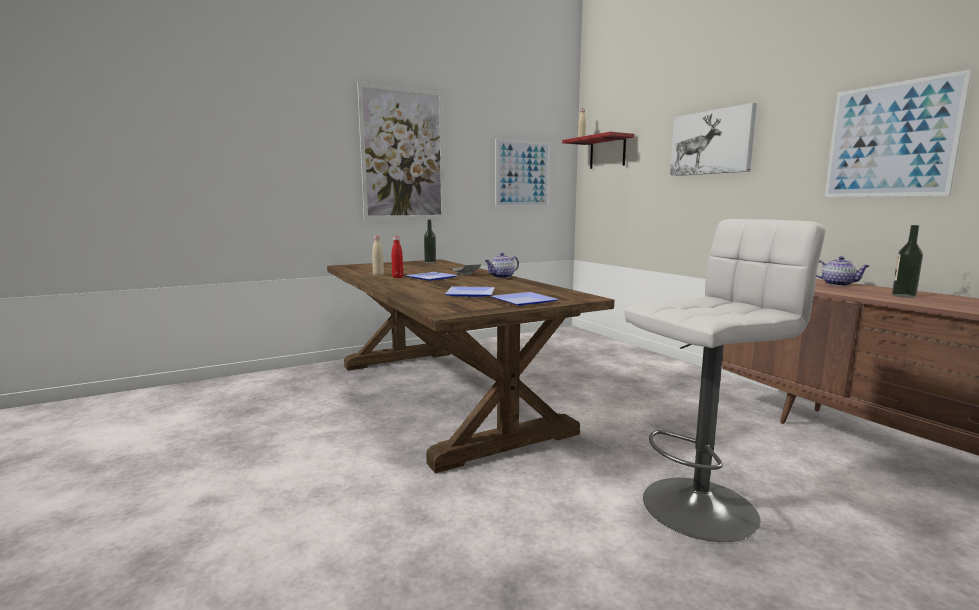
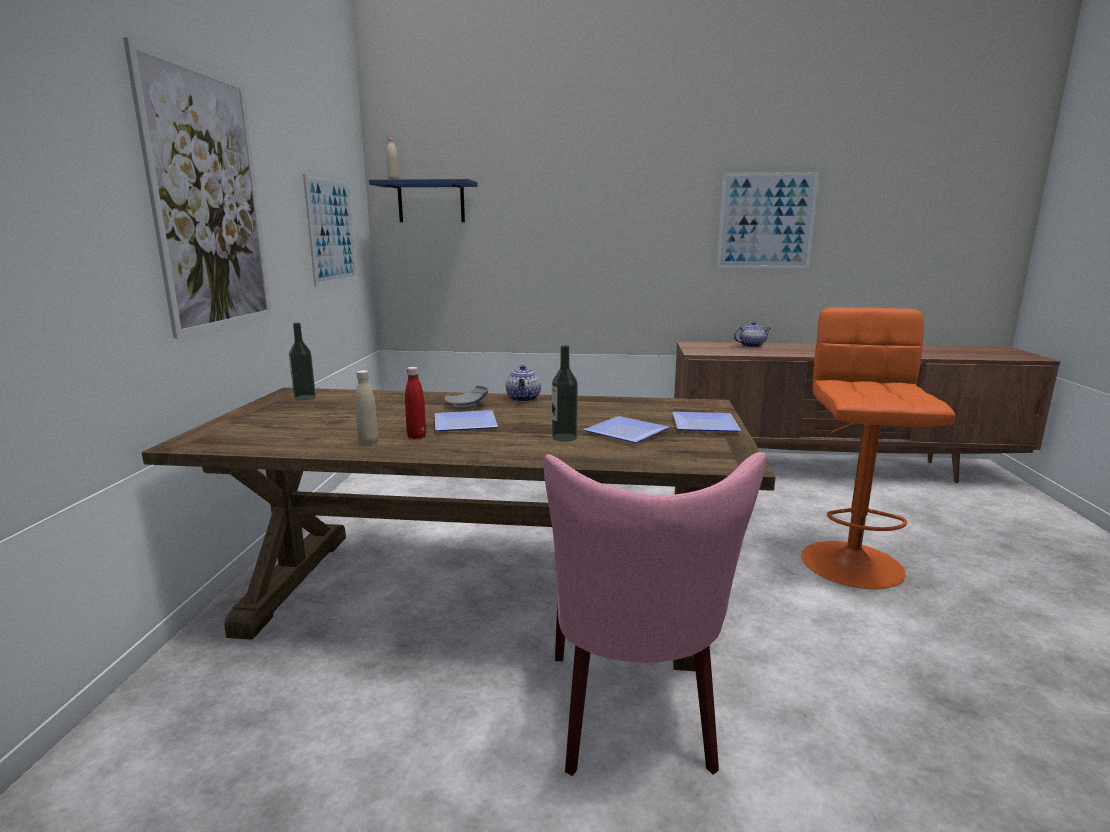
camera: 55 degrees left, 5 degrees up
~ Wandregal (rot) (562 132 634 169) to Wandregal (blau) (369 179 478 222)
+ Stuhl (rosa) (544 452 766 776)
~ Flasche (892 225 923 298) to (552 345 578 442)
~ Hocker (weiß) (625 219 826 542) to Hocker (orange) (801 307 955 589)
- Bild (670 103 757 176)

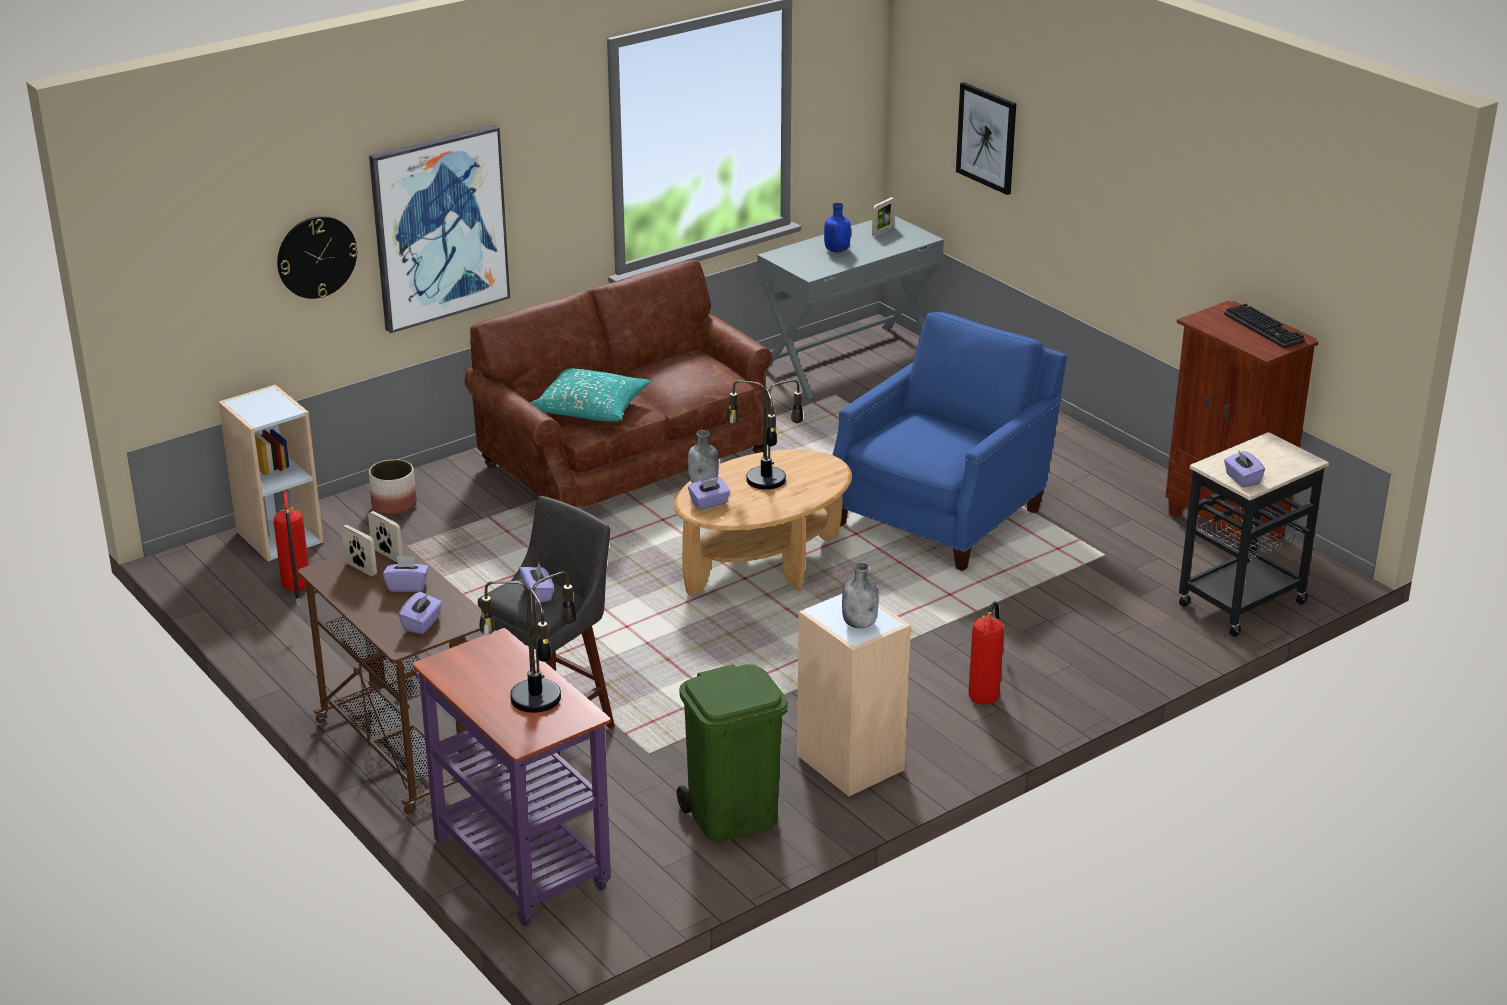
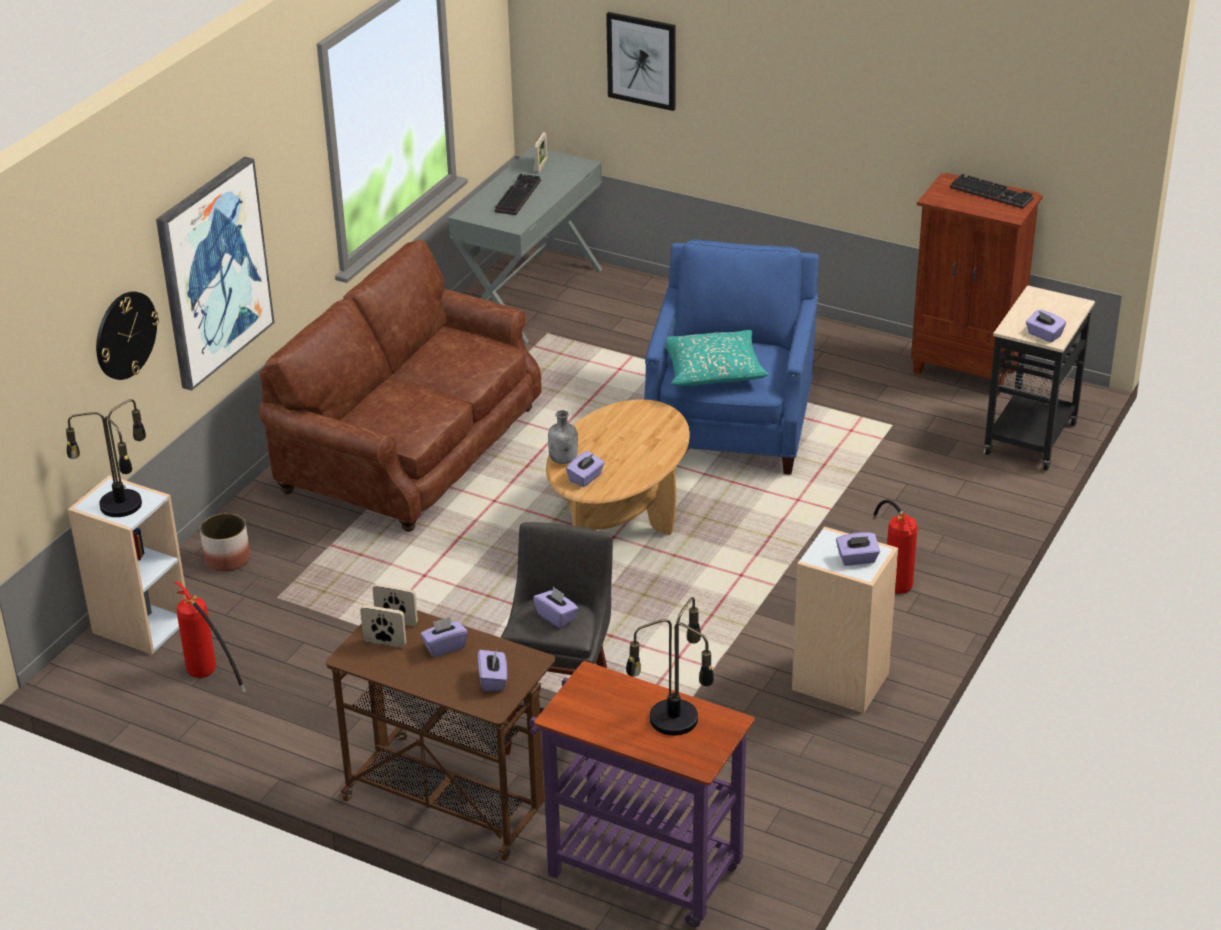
camera: 25 degrees left, 5 degrees up
~ Tischlampe (727 380 803 490) to (66 399 146 517)
~ Flasche (blau) (824 203 851 253) to Tastatur (495 174 541 215)
~ Kissen (türkis) (530 368 651 422) to (666 330 769 386)
~ Flasche (grau) (842 563 879 628) to Taschentuchbox (lila) (836 532 880 566)
- Mülleimer (grün) (677 664 787 842)

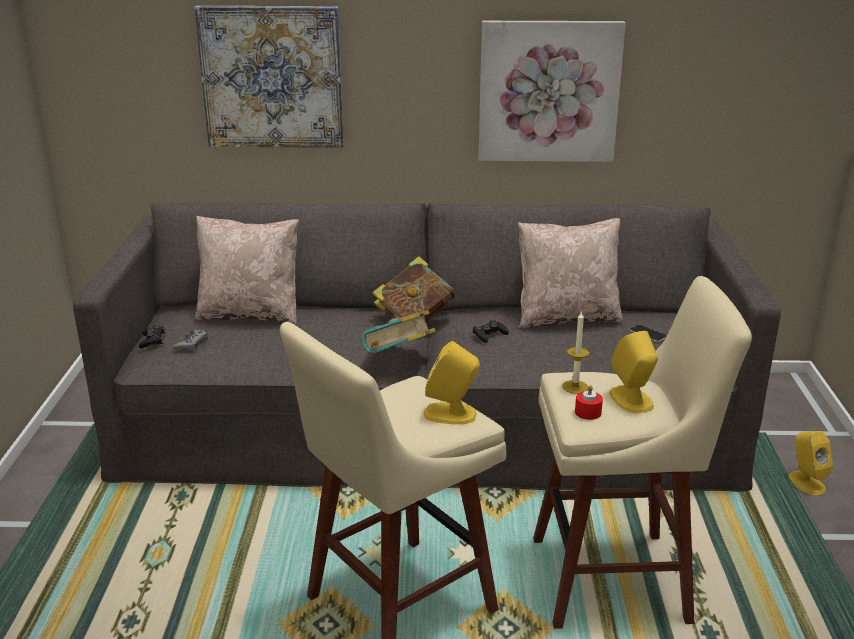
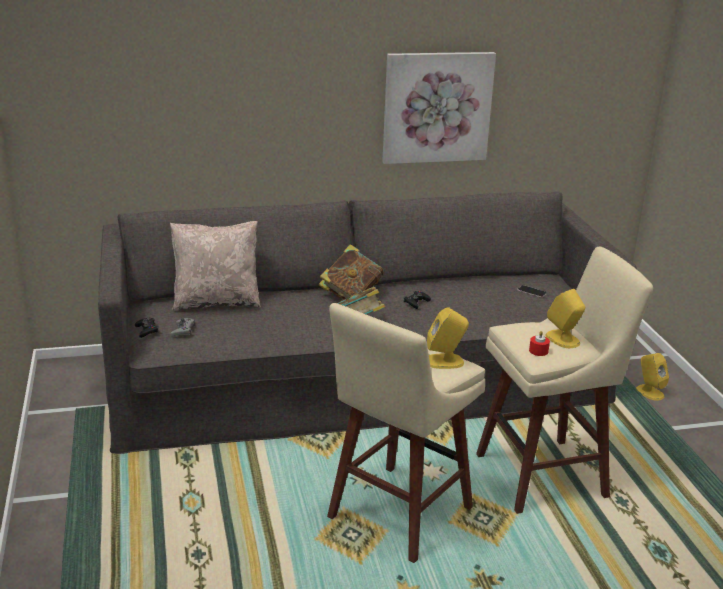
camera: 15 degrees left, 0 degrees up
- Bild (194 6 344 148)
- Kissen (beige) (518 218 623 328)
- Kerze (562 311 589 394)

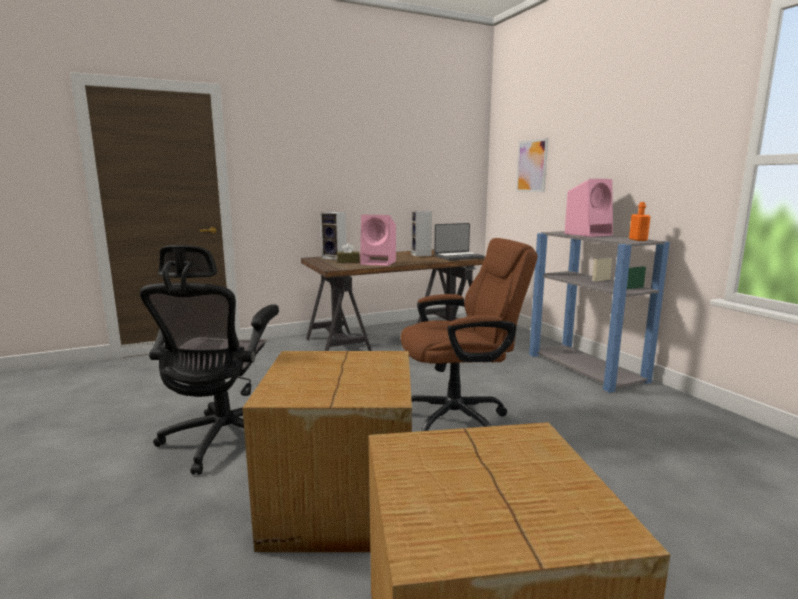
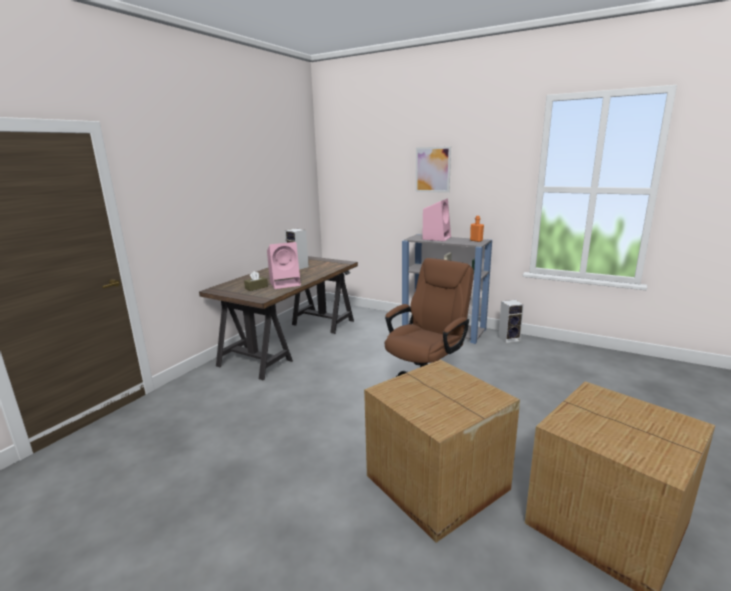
camera: 35 degrees left, 5 degrees up
~ Bild (516 138 548 192) to (415 146 451 193)
~ Lautsprecher (320 212 346 260) to (498 300 524 343)
- Bürostuhl (139 245 279 474)
- Laptop (434 223 484 261)

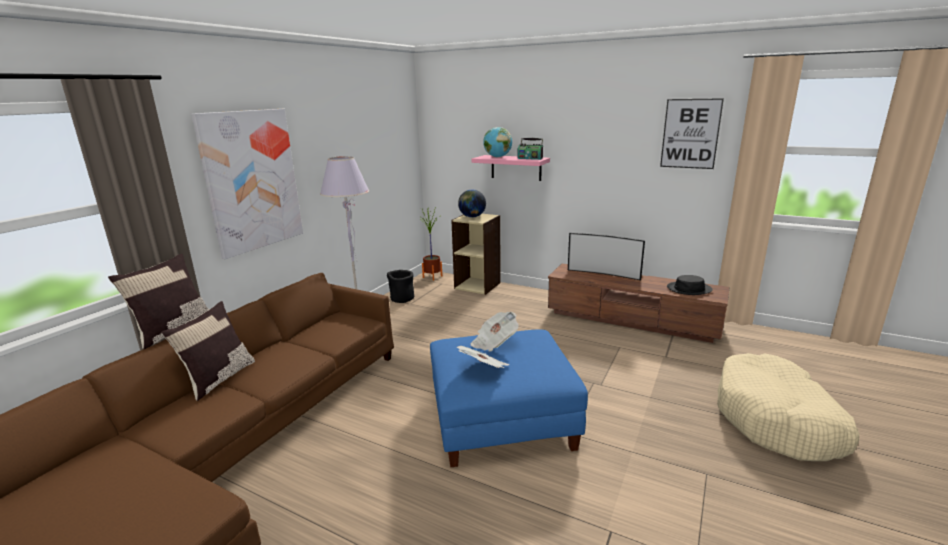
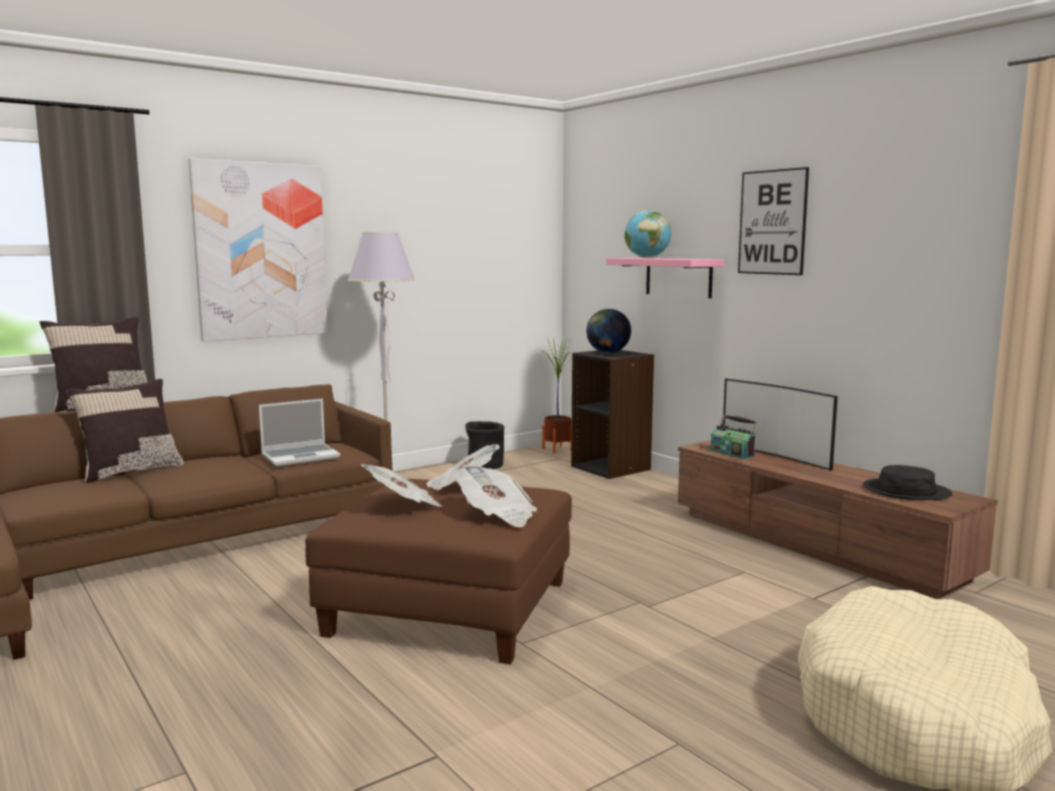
camera: 25 degrees right, 10 degrees down
+ Laptop (259 399 340 466)
~ Polsterhocker (blau) (430 329 588 467) to Polsterhocker (braun) (305 479 572 664)
+ Zeitung (457 465 537 527)
~ Bücherregal (beige) (451 214 501 295) to Bücherregal (schwarz) (571 350 654 479)
~ Radio (517 138 543 160) to (711 415 757 459)
~ Bild (660 98 724 169) to (738 167 809 275)

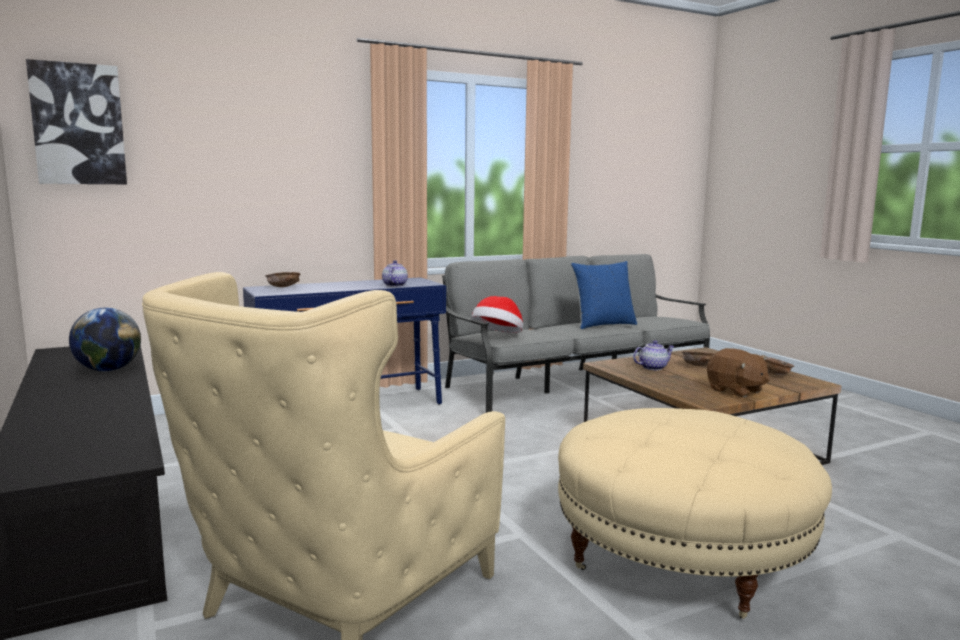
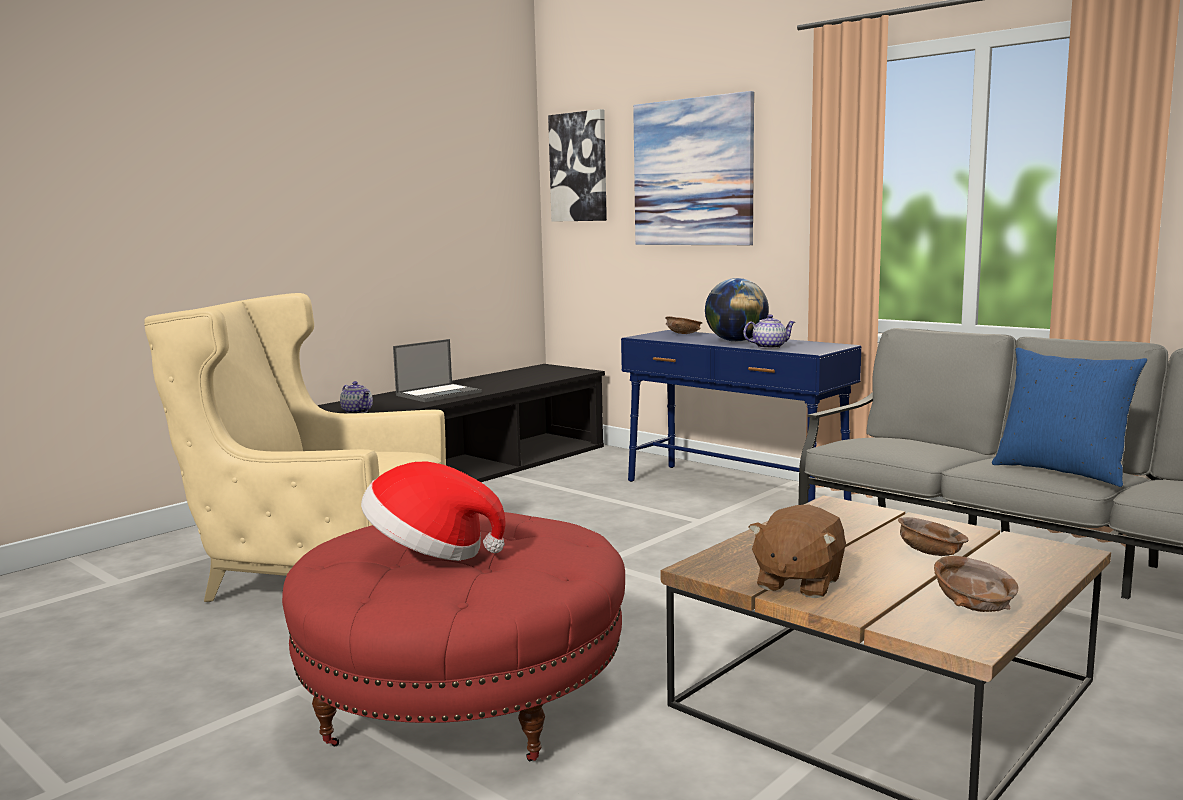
camera: 70 degrees right, 0 degrees up
~ Polsterhocker (beige) (558 408 832 619) to Polsterhocker (rot) (282 512 625 762)
~ Teekanne (633 340 675 370) to (340 381 373 413)
~ Hut (471 296 523 333) to (361 461 506 561)
+ Laptop (393 339 482 402)
+ Bild (633 91 754 245)
~ Globus (69 308 141 371) to (705 278 769 342)

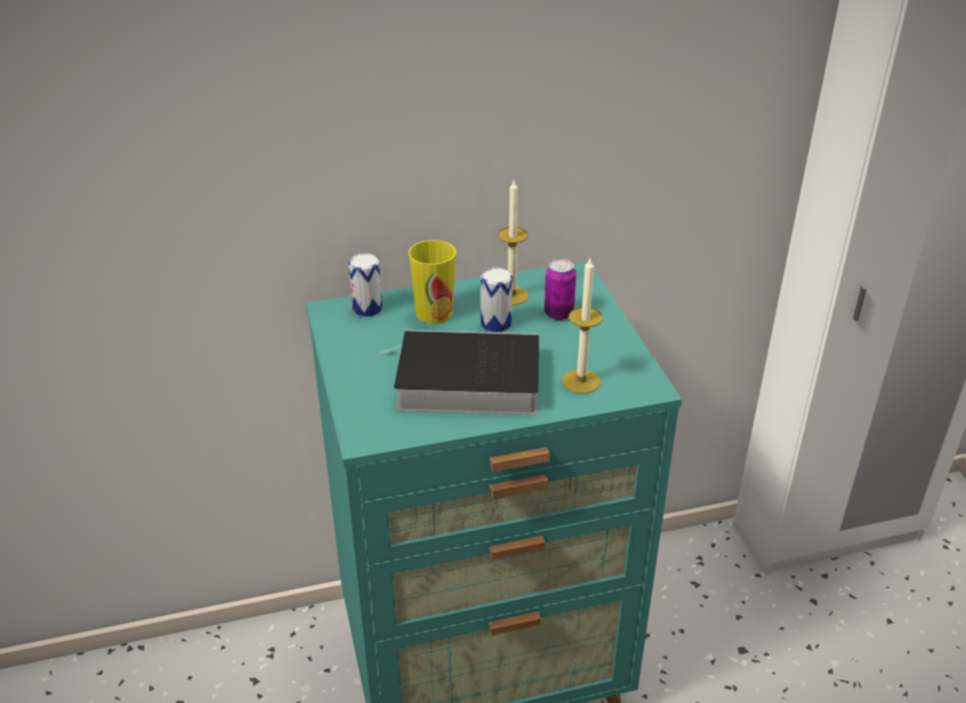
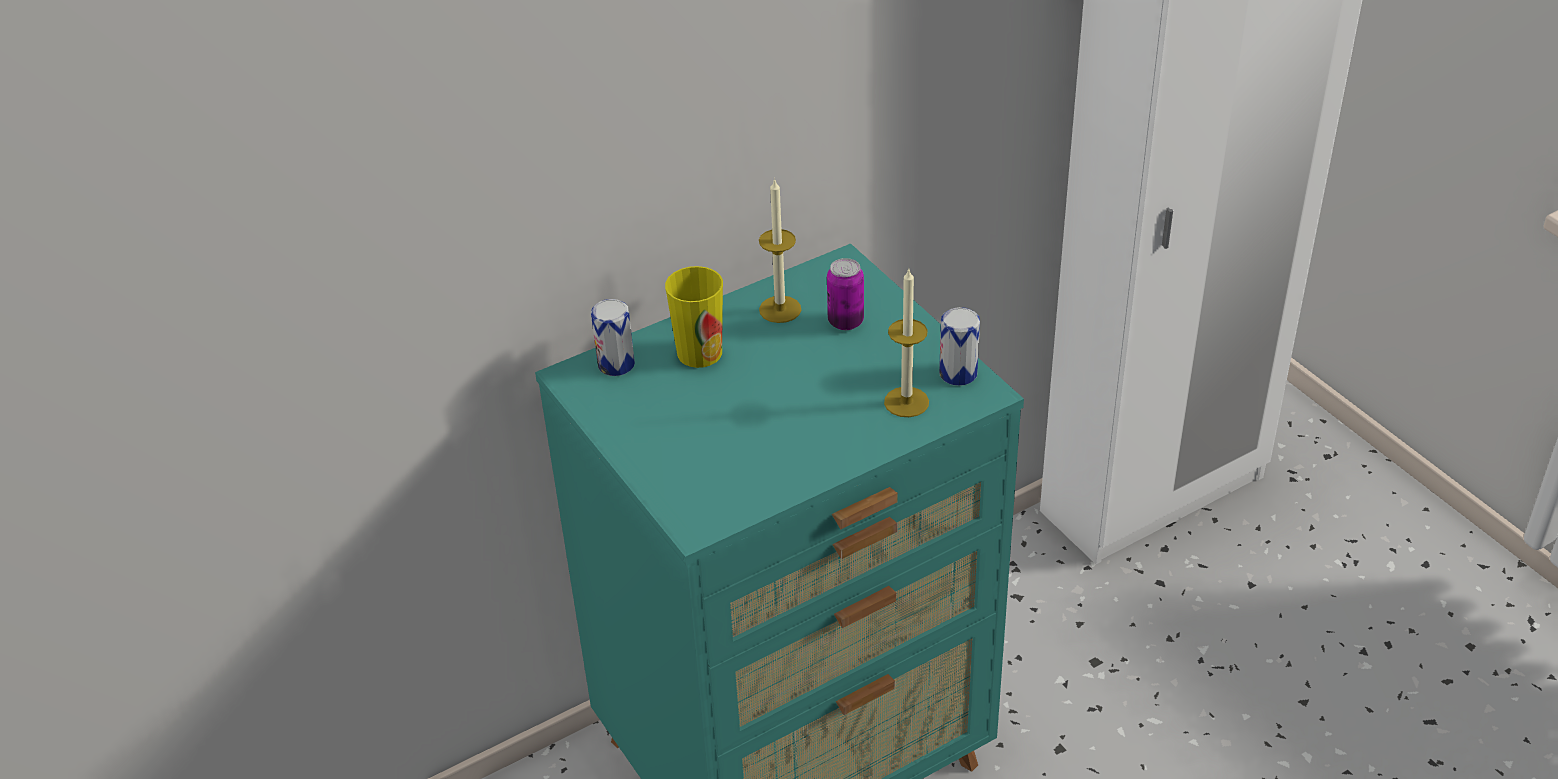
camera: 15 degrees left, 5 degrees up
~ Dose (481 267 513 332) to (939 307 980 386)
- Buch (379 330 539 415)

